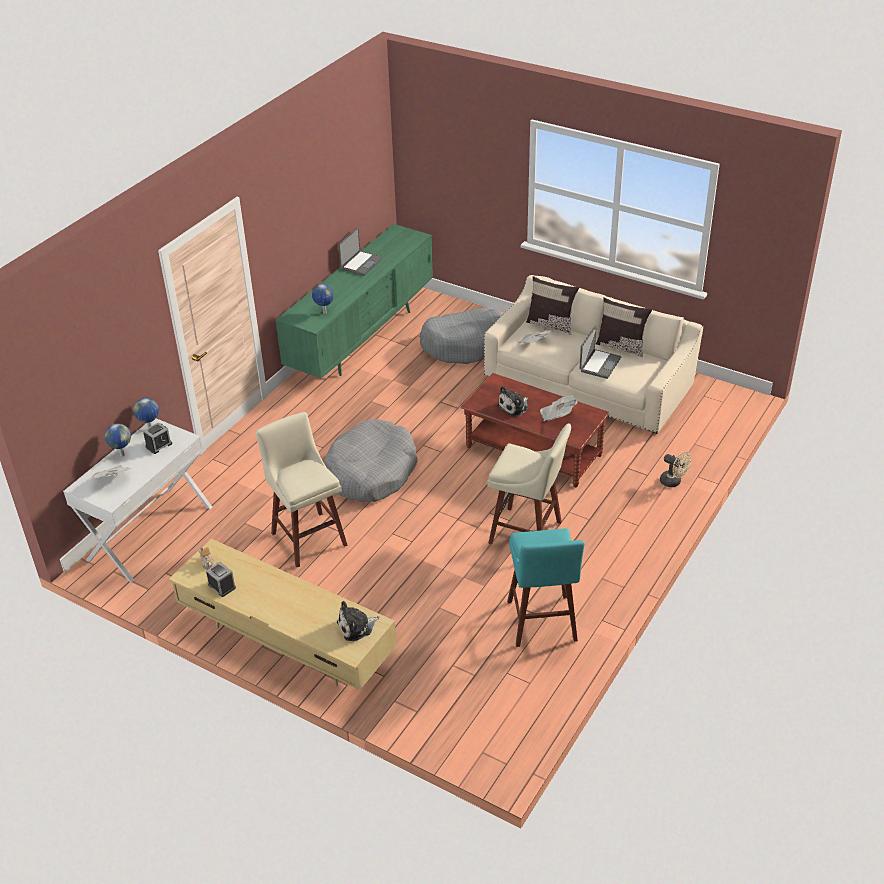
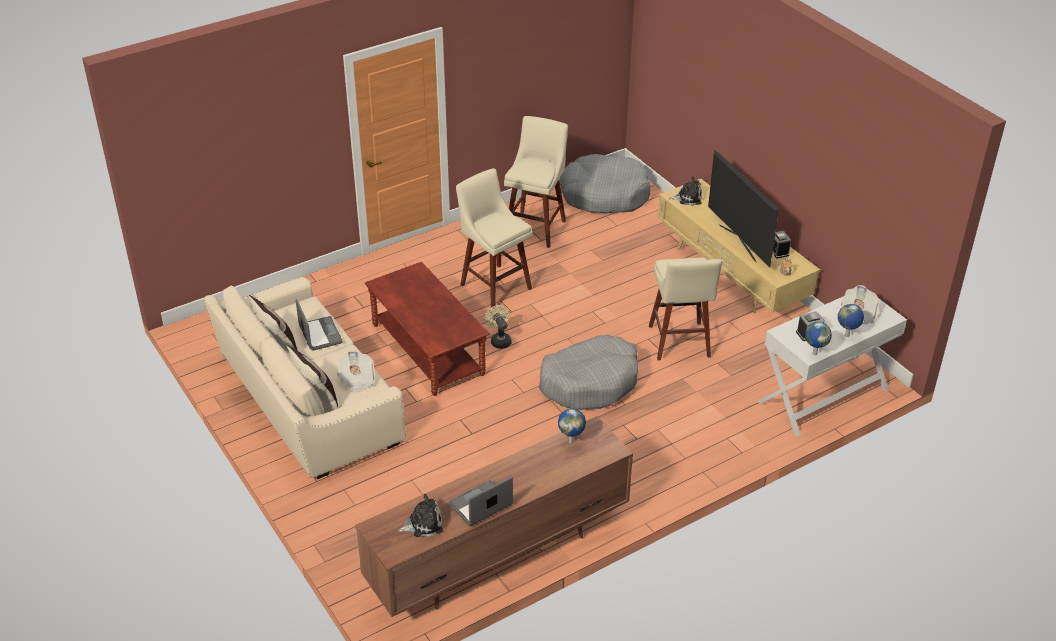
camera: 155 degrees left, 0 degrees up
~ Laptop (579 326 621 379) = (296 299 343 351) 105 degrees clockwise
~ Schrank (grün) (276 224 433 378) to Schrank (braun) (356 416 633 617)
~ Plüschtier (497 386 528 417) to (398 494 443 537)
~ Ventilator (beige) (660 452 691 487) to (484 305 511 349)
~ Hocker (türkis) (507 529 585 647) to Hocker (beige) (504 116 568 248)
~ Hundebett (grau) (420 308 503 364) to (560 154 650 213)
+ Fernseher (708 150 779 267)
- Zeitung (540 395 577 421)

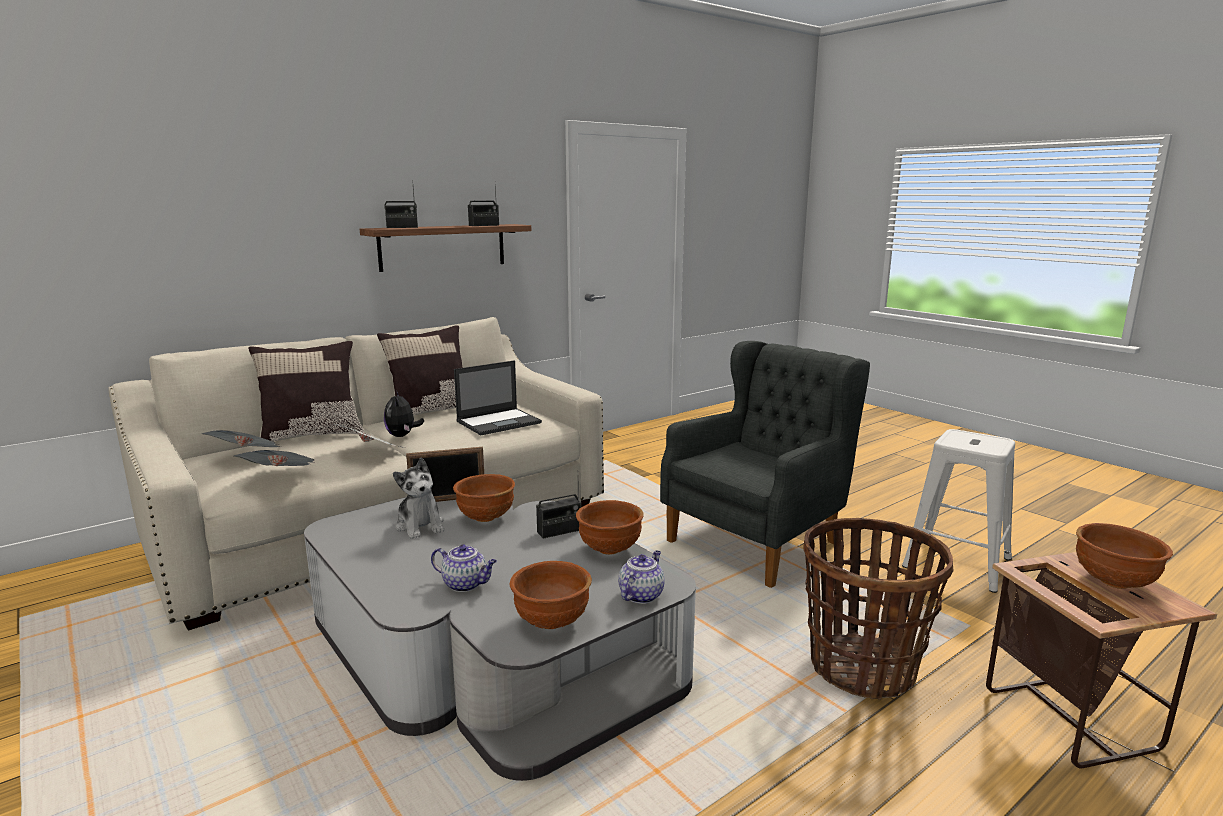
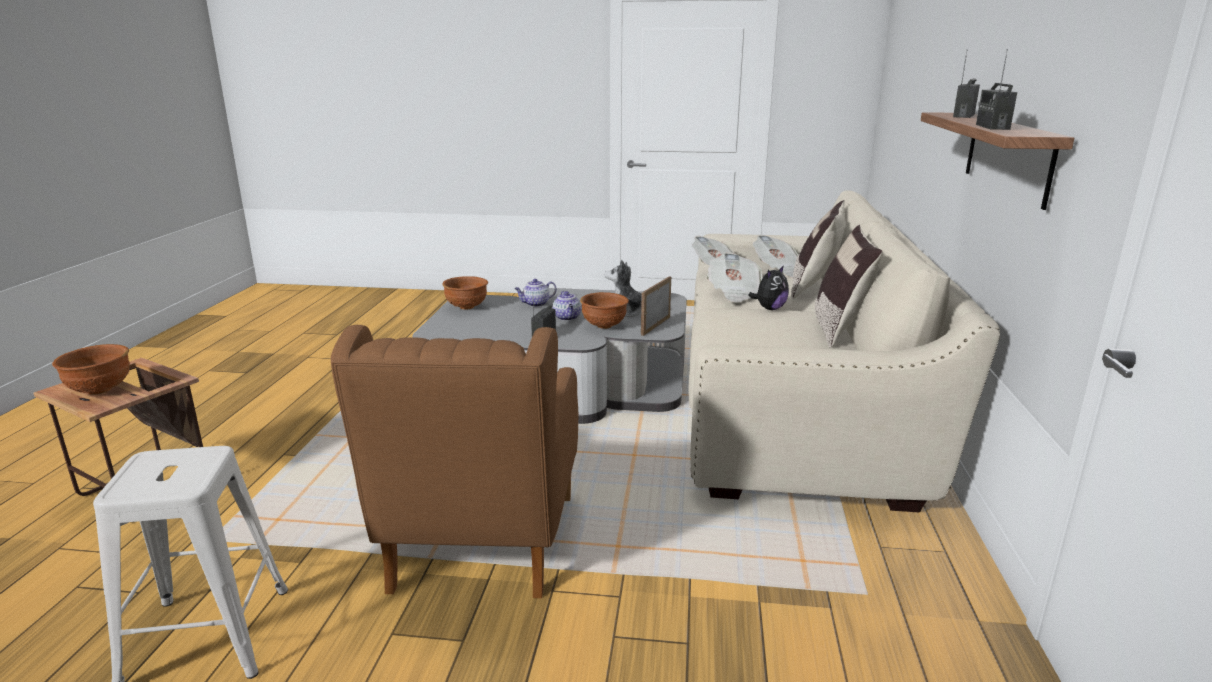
camera: 135 degrees right, 5 degrees up
~ Sessel (grau) (660 341 870 588) to Sessel (braun) (330 325 578 598)
~ Teekanne (618 550 665 604) to (553 291 581 321)
~ Plüschtier (384 390 424 437) = (748 265 789 310) 105 degrees clockwise
- Laptop (454 360 542 435)
- Schüssel (braun) (576 500 644 555)
- Korb (804 518 954 700)

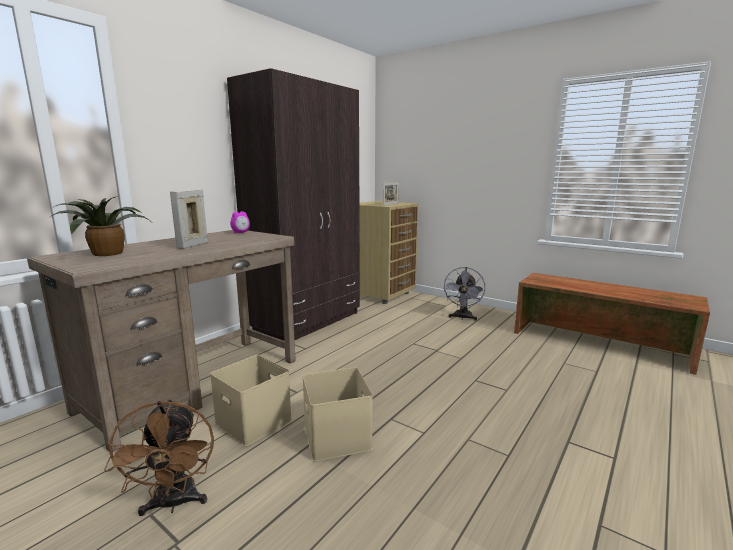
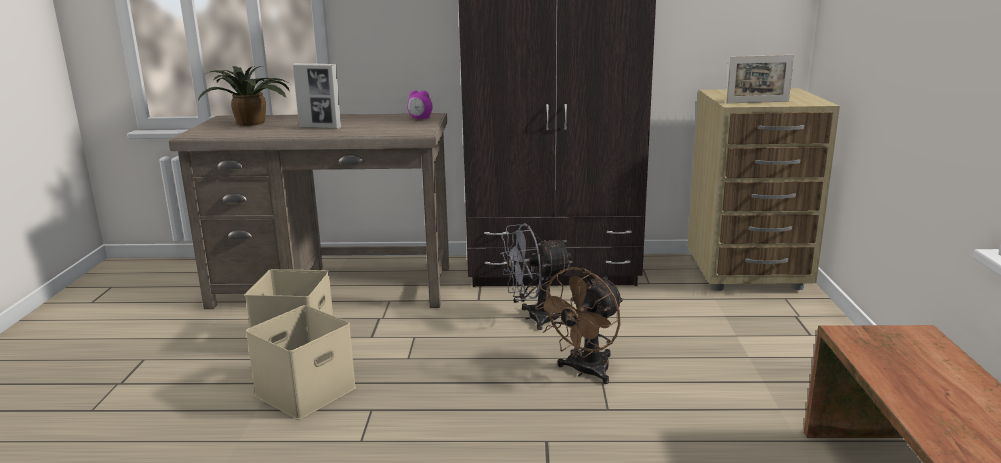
camera: 55 degrees right, 5 degrees up
~ Bilderrahmen (170 189 208 249) = (293 63 341 129) 150 degrees counterclockwise
~ Ventilator (grau) (443 267 485 321) to (500 223 572 330)
~ Ventilator (braun) (104 399 214 516) to (535 267 623 384)

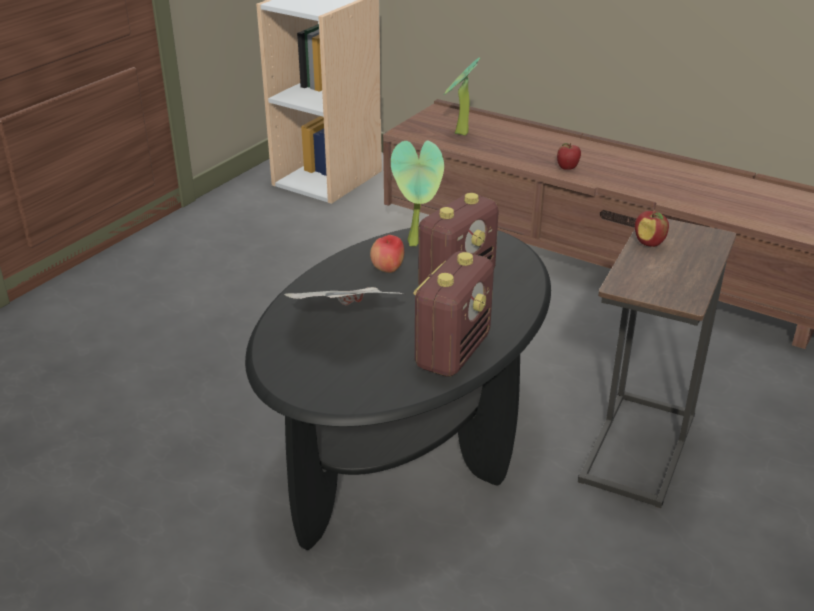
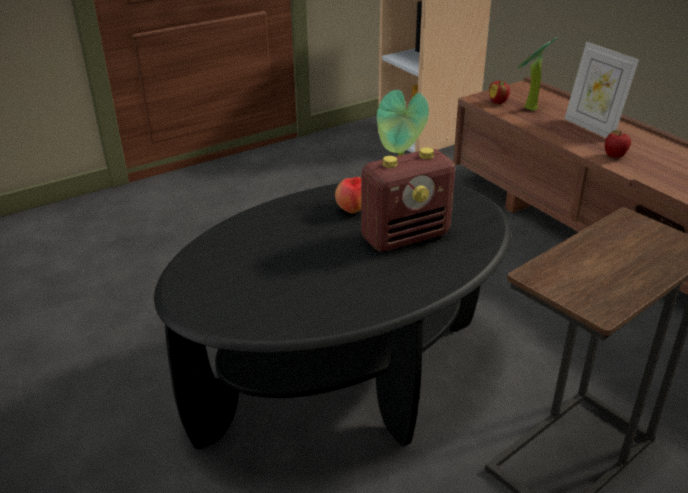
camera: 25 degrees right, 0 degrees up
~ Apfel (635 210 669 247) to (489 79 510 104)
+ Bilderrahmen (564 42 639 138)
- Zeitung (284 287 403 305)
- Radio (413 251 494 377)

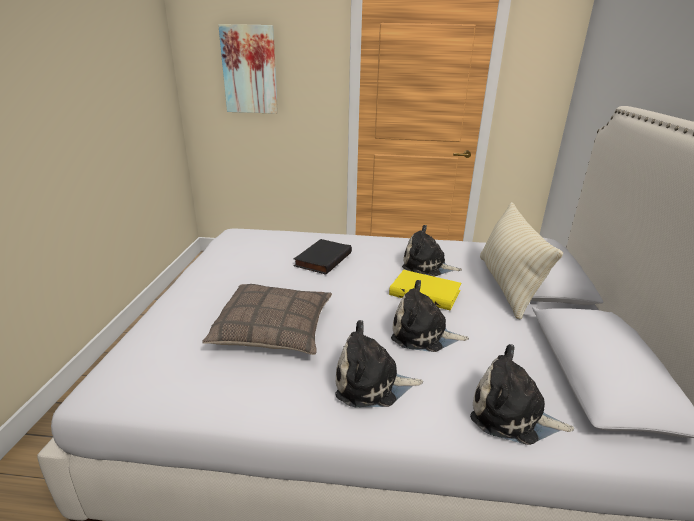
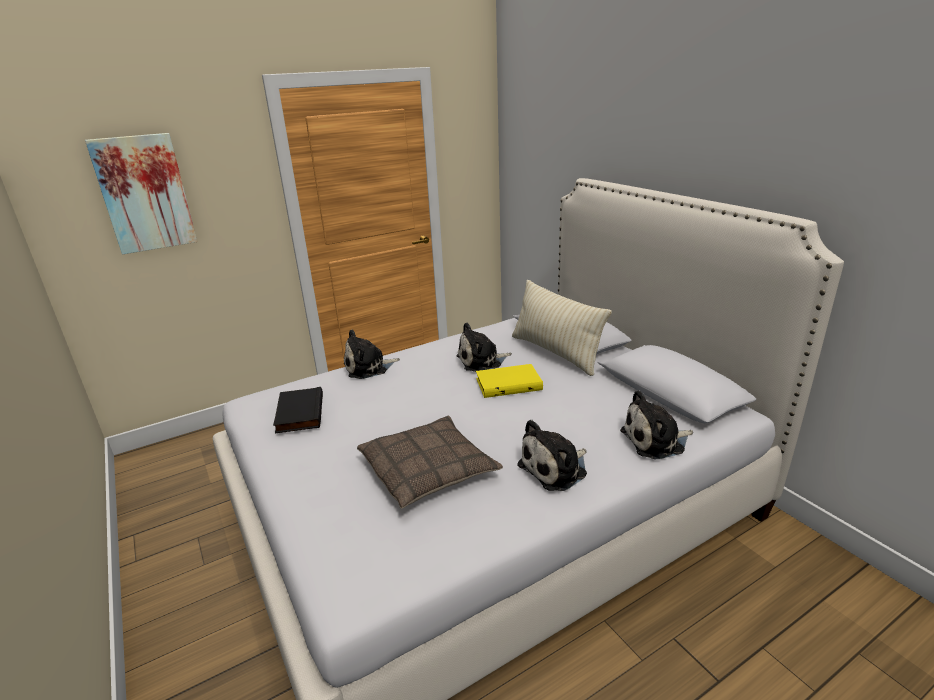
camera: 35 degrees left, 0 degrees up
~ Buch (schwarz) (294 239 352 275) to (273 387 323 433)
~ Plüschtier (391 280 469 352) to (344 329 400 379)

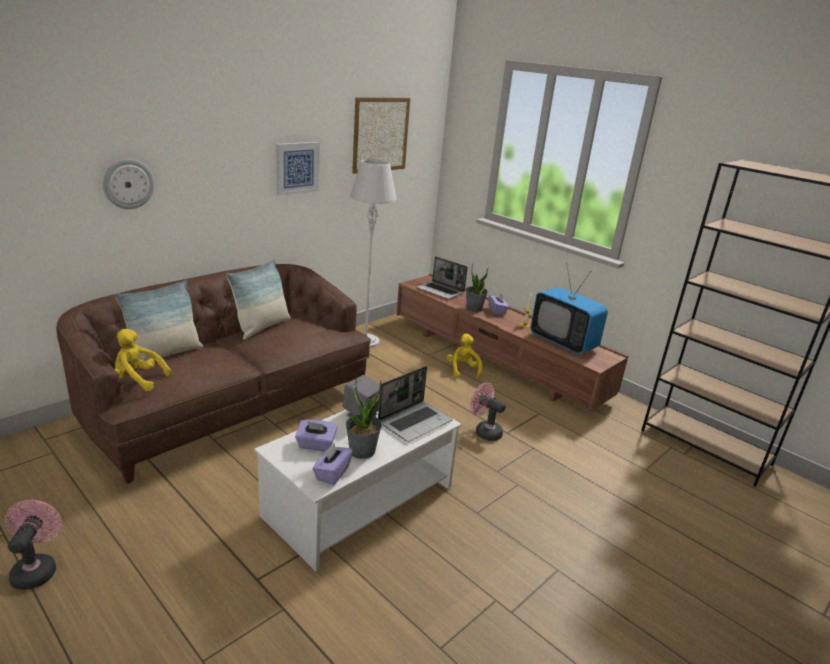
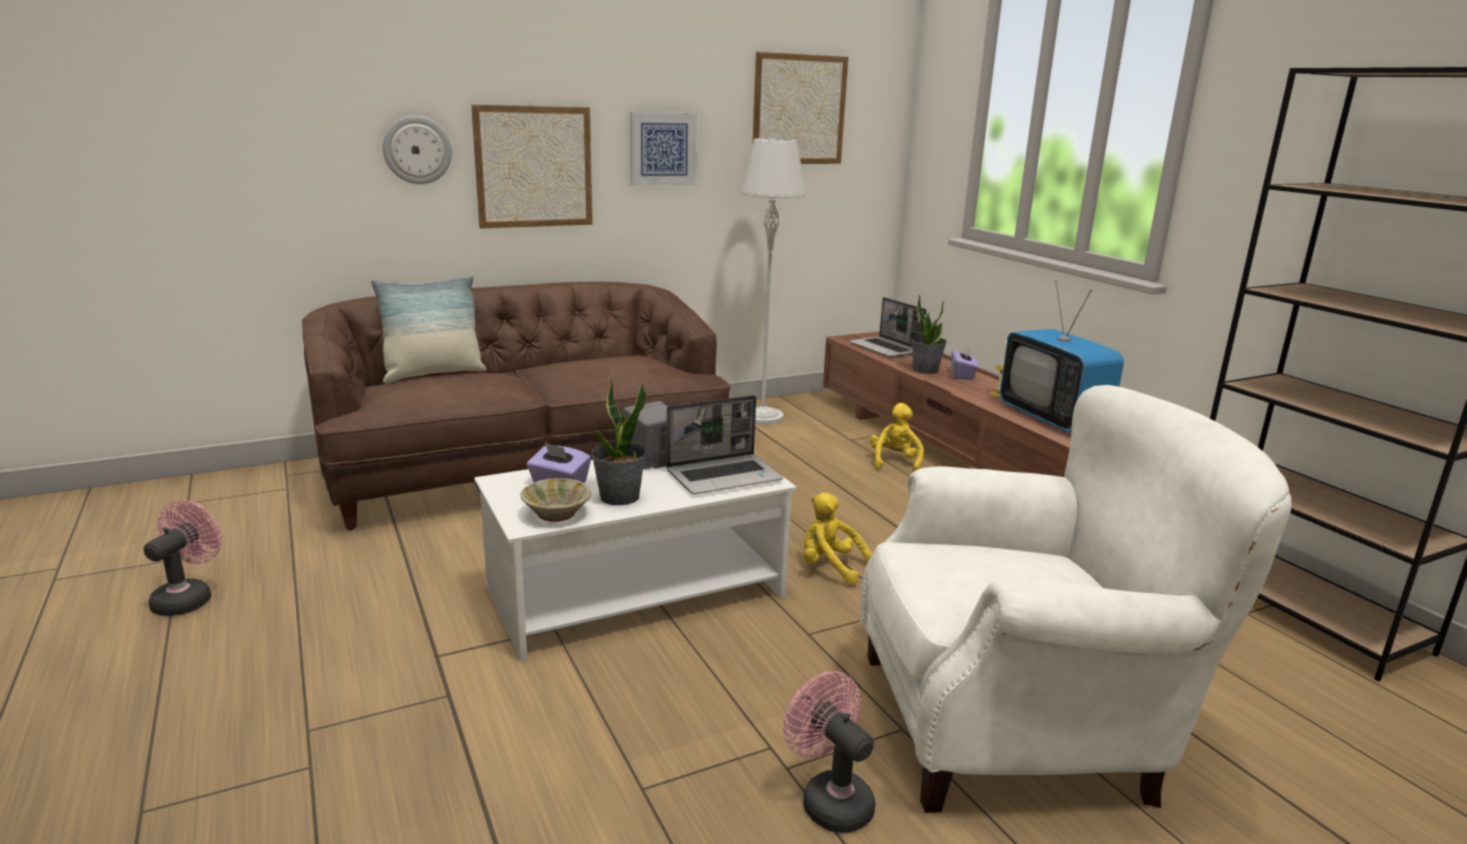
camera: 20 degrees right, 5 degrees down
+ Bild (471 105 592 229)
~ Taschentuchbox (lila) (313 443 353 485) to Schüssel (beige) (520 478 591 522)
~ Ventilator (rosa) (470 382 506 441) to (783 671 875 833)
~ Plüschtier (gelb) (114 329 171 391) to (803 493 873 585)
+ Sessel (weiß) (859 385 1292 813)
- Kissen (226 259 291 340)

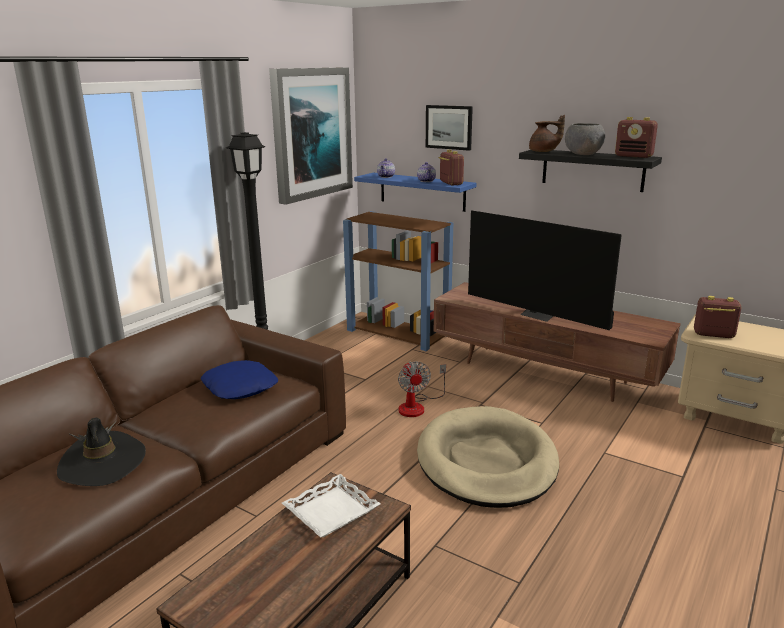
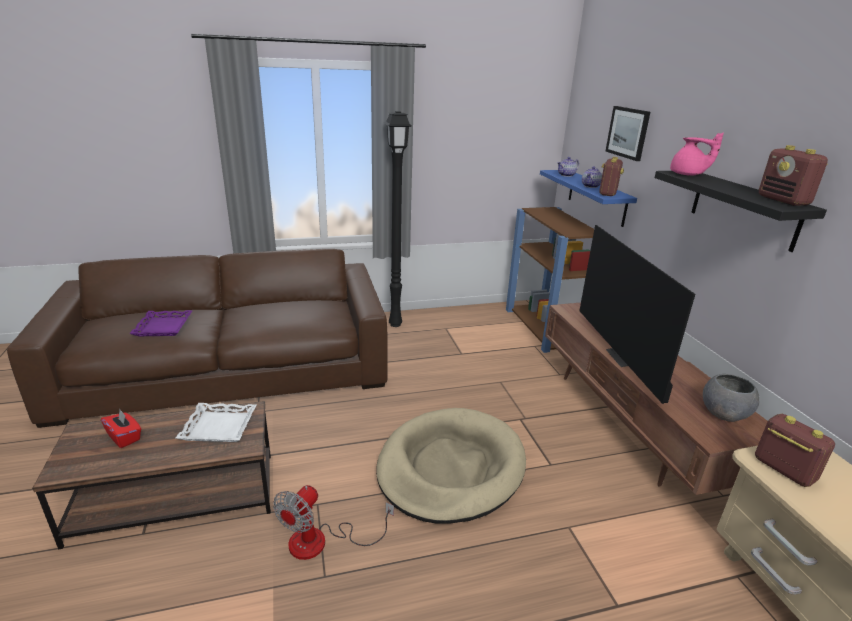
camera: 40 degrees right, 5 degrees up
+ Taschentuchbox (rot) (101 410 141 448)
~ Hut (schwarz) (57 418 146 486) to Tablett (lila) (129 310 192 336)
~ Ventilator (398 361 446 417) to (273 485 394 560)
~ Teekanne (braun) (529 115 565 152) to Teekanne (rosa) (670 133 724 176)
~ Schüssel (grau) (565 123 605 155) to (703 374 760 422)
- Kissen (blau) (201 360 278 399)
- Bild (269 67 353 205)

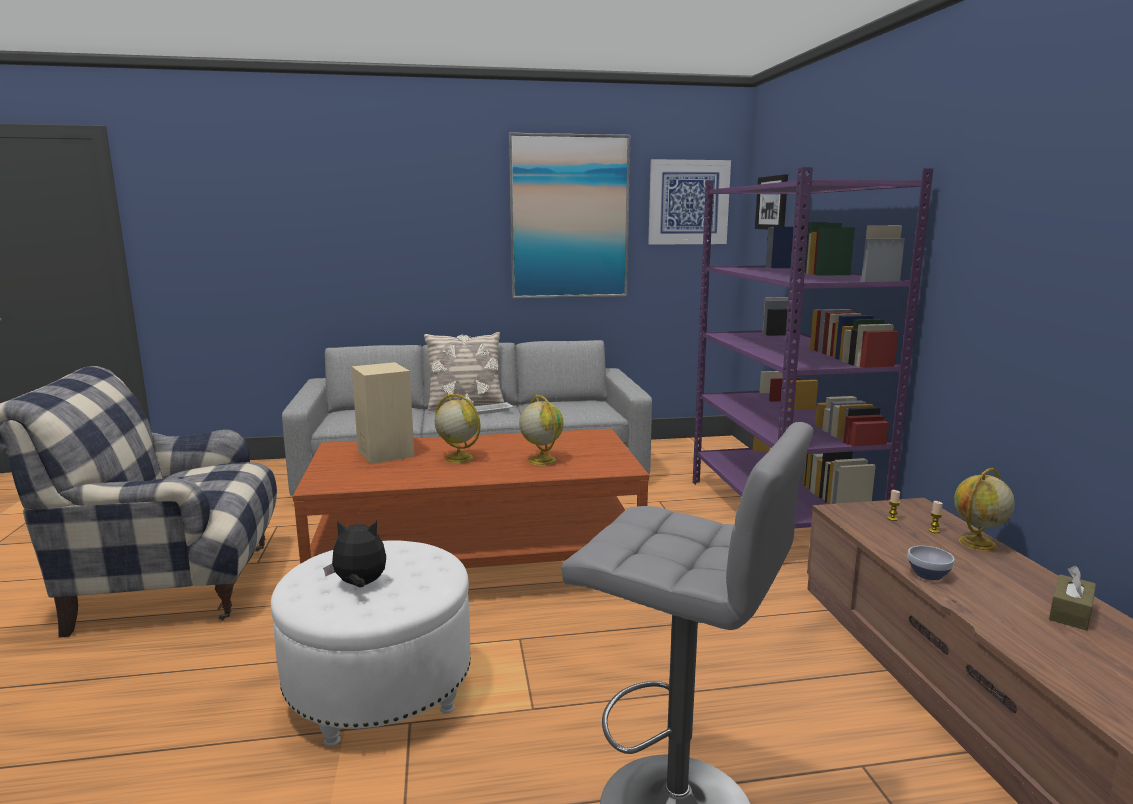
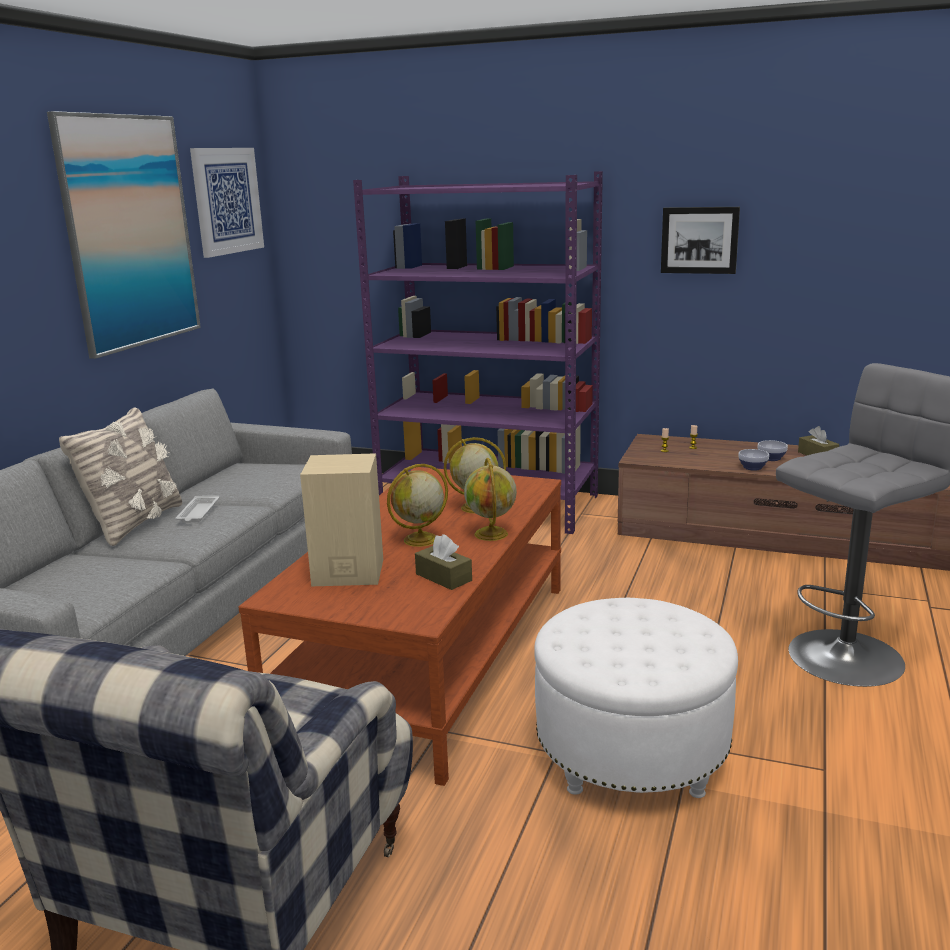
camera: 60 degrees left, 5 degrees up
+ Taschentuchbox (braun) (415 534 472 590)
~ Globus (954 468 1015 551) to (464 458 517 541)
~ Bild (755 174 788 230) to (661 207 740 274)
+ Schüssel (758 440 788 461)
- Plüschtier (323 520 386 588)

